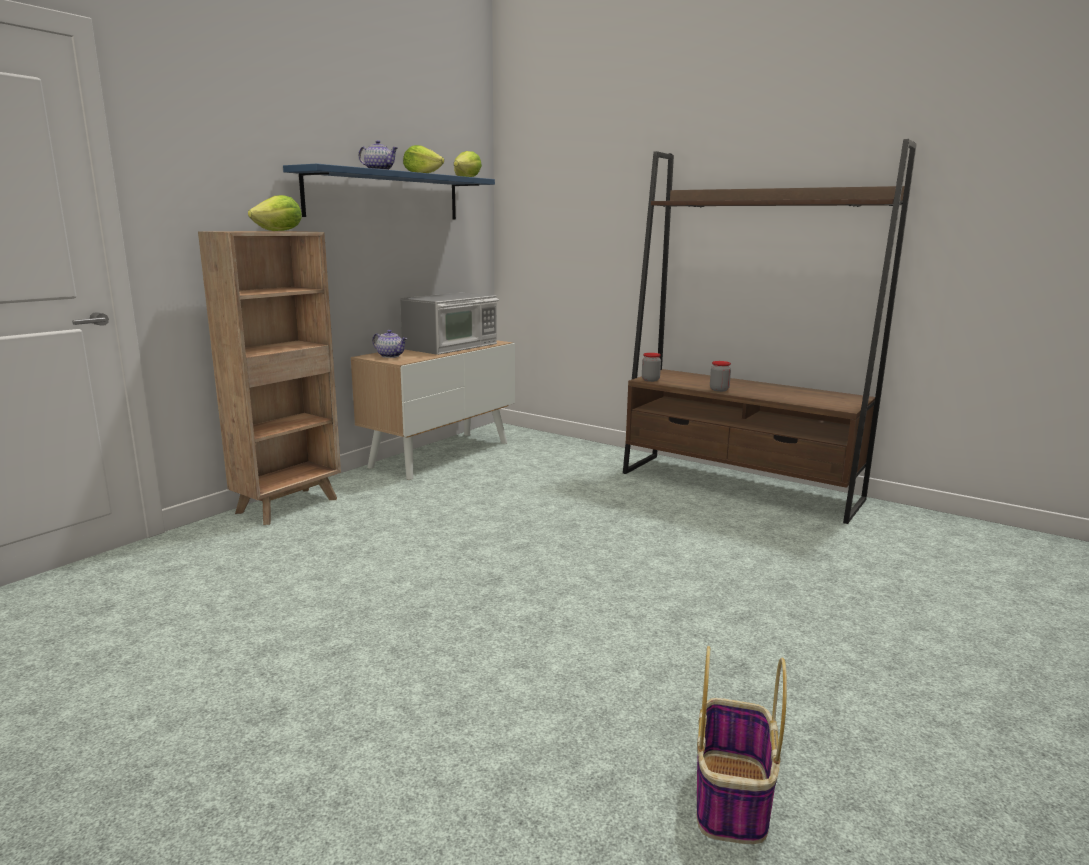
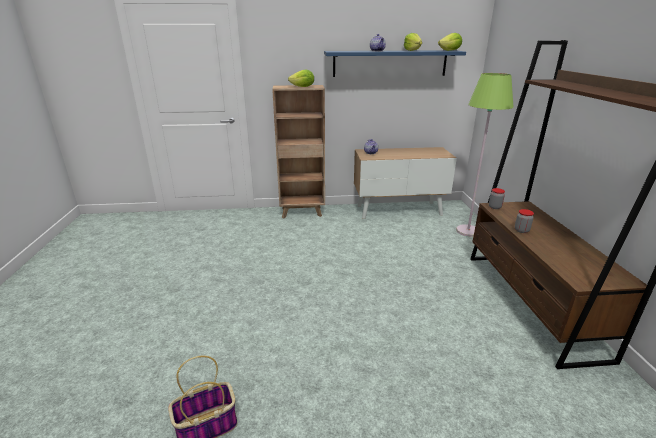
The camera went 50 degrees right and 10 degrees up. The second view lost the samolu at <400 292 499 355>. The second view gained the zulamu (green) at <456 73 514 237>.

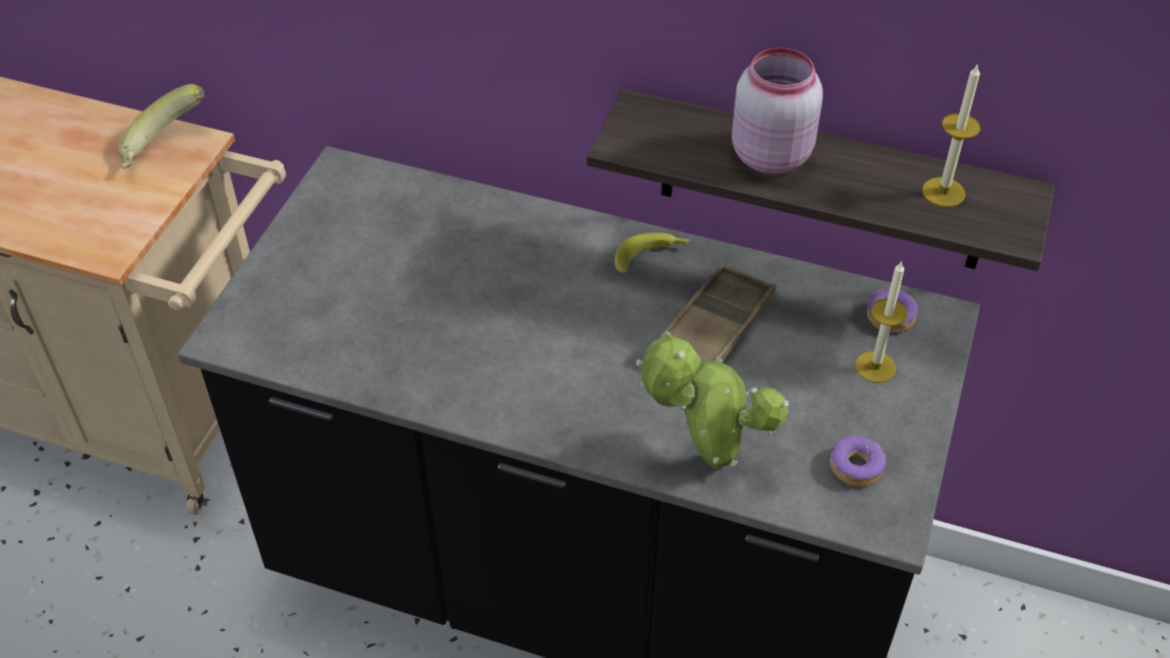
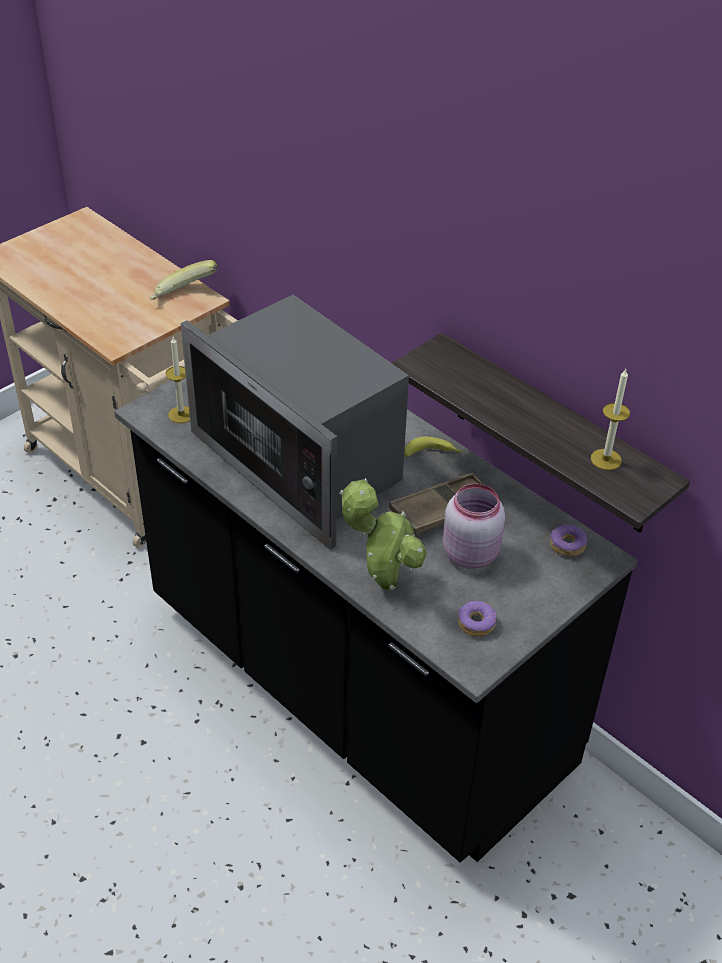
The camera went 25 degrees right and 5 degrees down. The second view gained the samolu at <181 295 409 550>. The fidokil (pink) ended up elsewhere, having gone from <732 47 823 174> to <443 484 505 569>. The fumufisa ended up elsewhere, having gone from <855 261 907 383> to <165 337 190 423>.

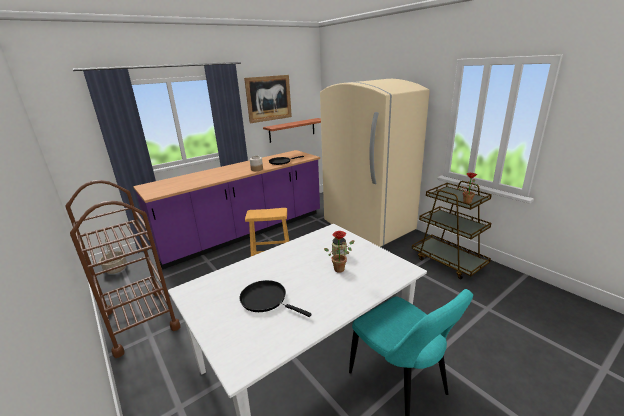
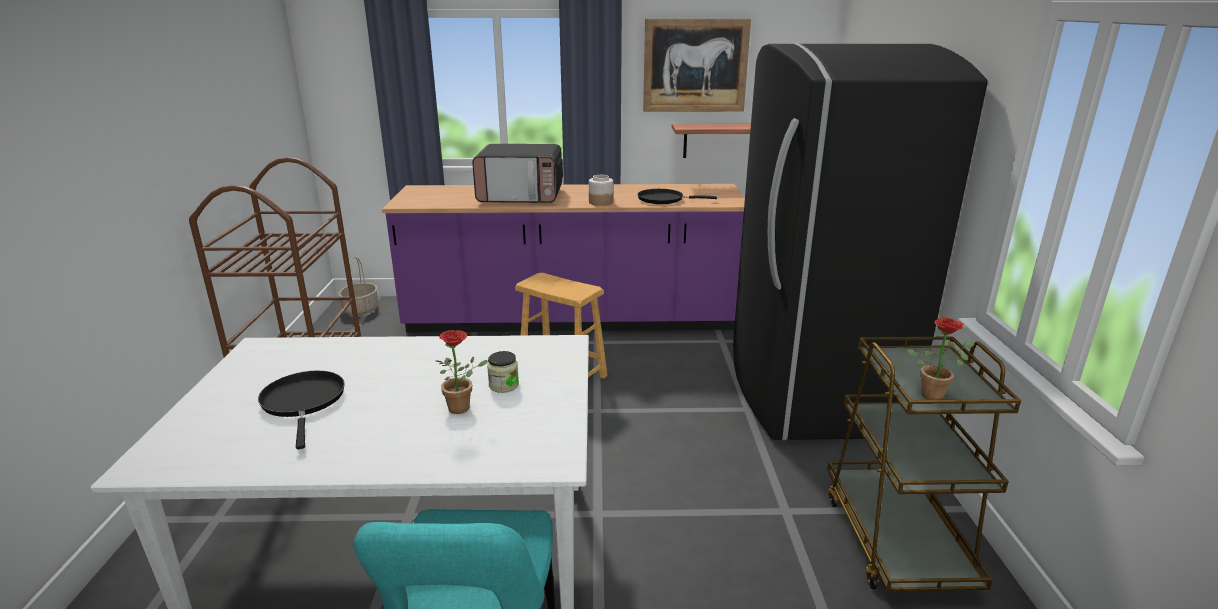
The camera went 35 degrees right and 0 degrees up. The second view gained the samolu at <472 144 563 203>. What was the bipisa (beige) at <320 79 430 247> turned into the bipisa (black) at <733 43 988 441>.

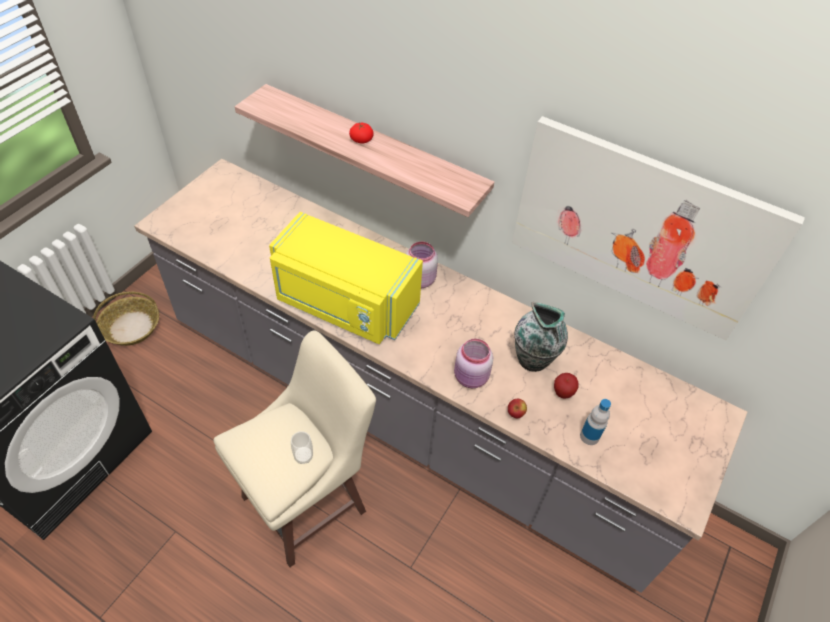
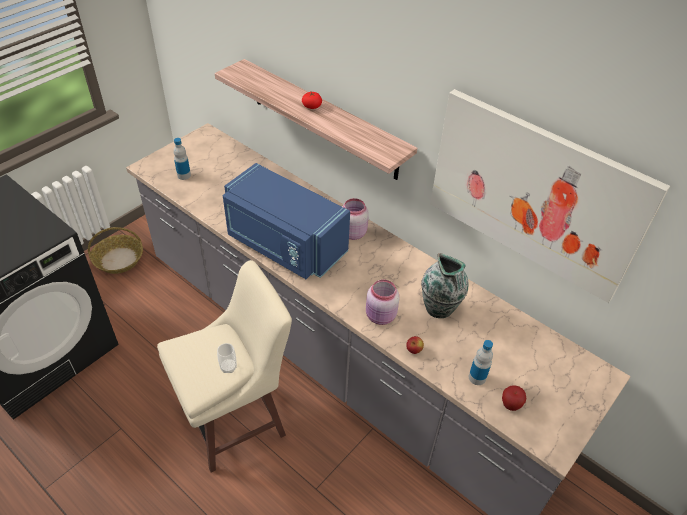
The camera went 10 degrees right and 5 degrees down. The second view gained the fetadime at <173 138 191 180>. The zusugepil ended up elsewhere, having gone from <554 373 579 399> to <502 385 526 411>. What was the samolu (yellow) at <269 212 423 344> turned into the samolu (blue) at <223 163 350 279>.

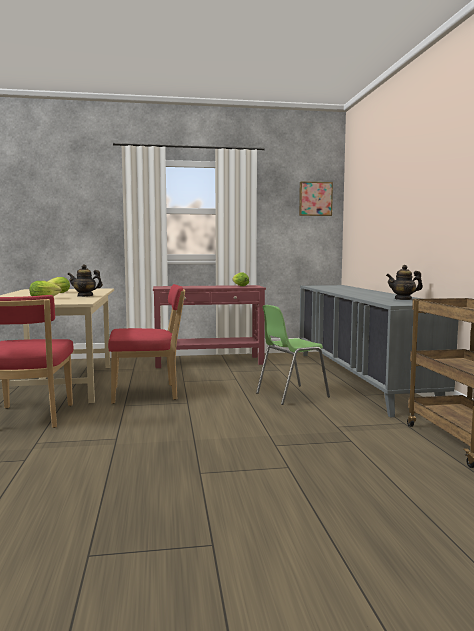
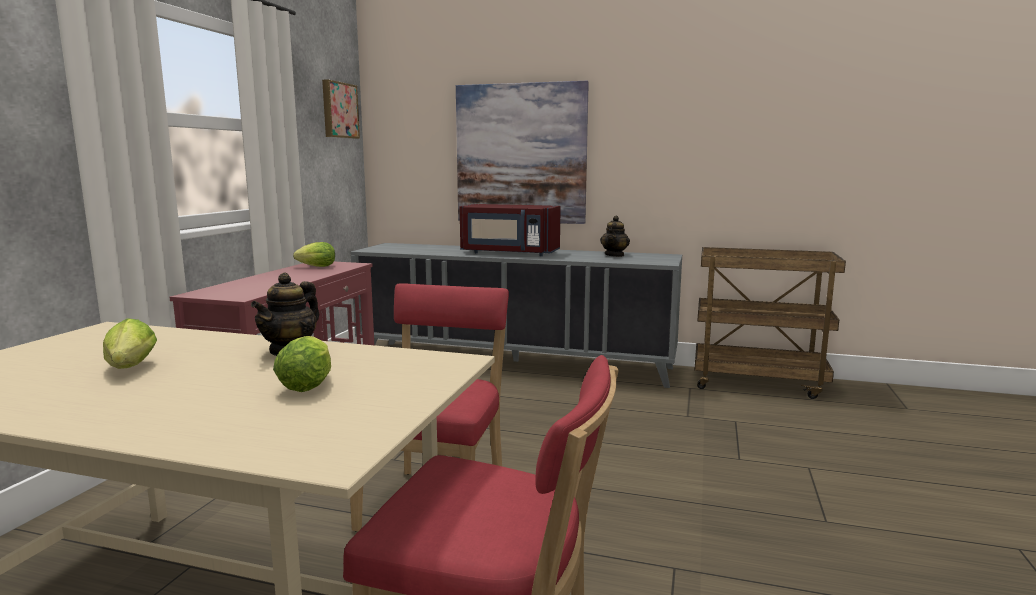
The camera went 65 degrees left and 5 degrees up. The second view lost the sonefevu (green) at <256 305 330 405>. The second view gained the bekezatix at <456 81 589 224>. The second view gained the samolu (red) at <460 204 561 256>.

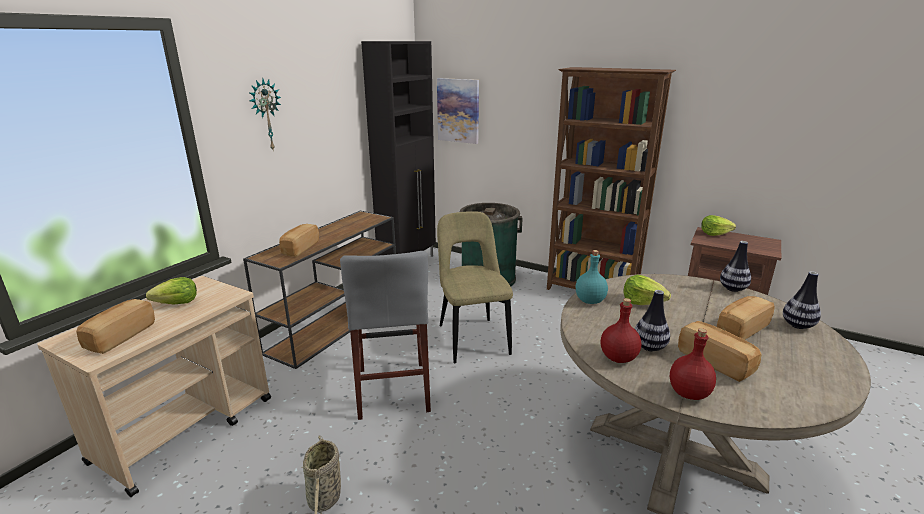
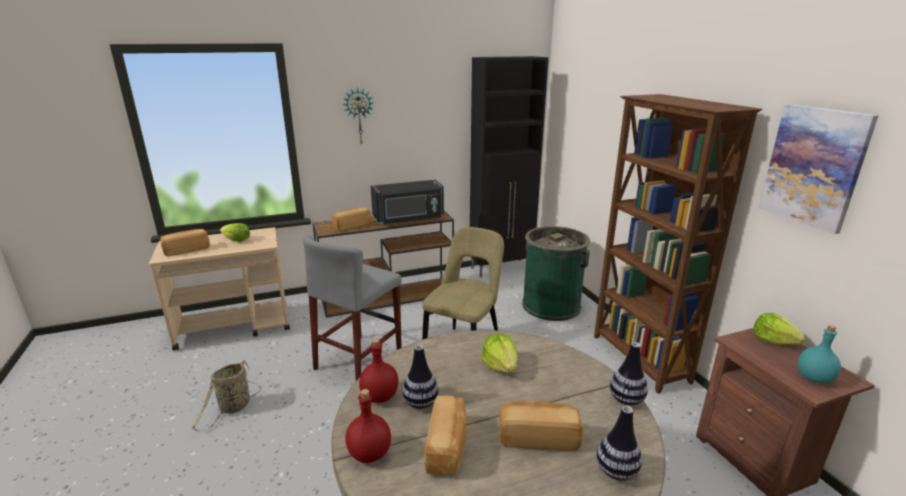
The camera went 40 degrees right and 0 degrees up. The second view gained the samolu (black) at <371 180 444 224>. The bekezatix ended up elsewhere, having gone from <437 78 479 144> to <759 104 879 234>. The fetadime (turquoise) ended up elsewhere, having gone from <576 250 608 304> to <798 325 841 384>.

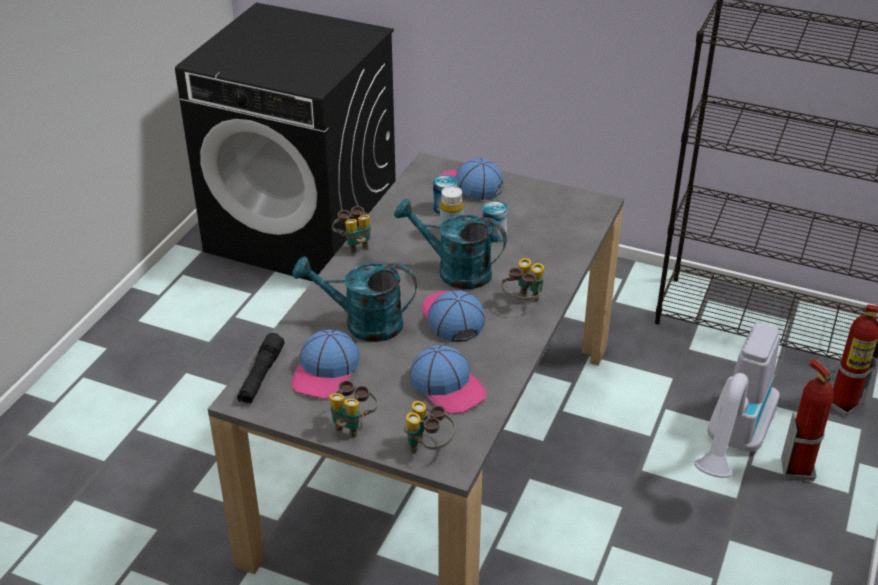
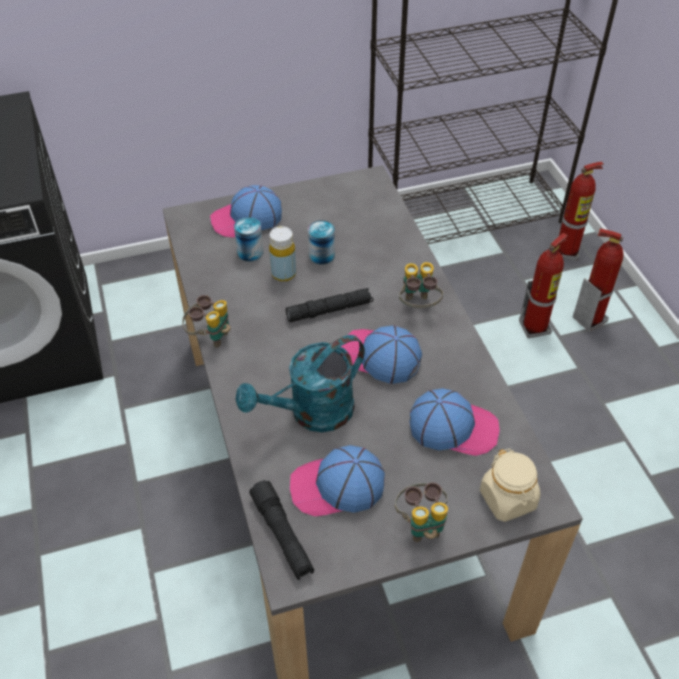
The camera went 40 degrees left and 10 degrees up. Where the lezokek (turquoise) stood at <394 199 507 289>, the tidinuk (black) came to stand at <286 288 373 322>. Where the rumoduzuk stood at <404 401 455 454>, the fidokil (beige) came to stand at <480 449 541 522>. Where the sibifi stood at <694 323 780 478>, the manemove came to stand at <519 233 568 338>. The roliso at <292 329 359 399> ended up facing another way, 105 degrees clockwise from before.

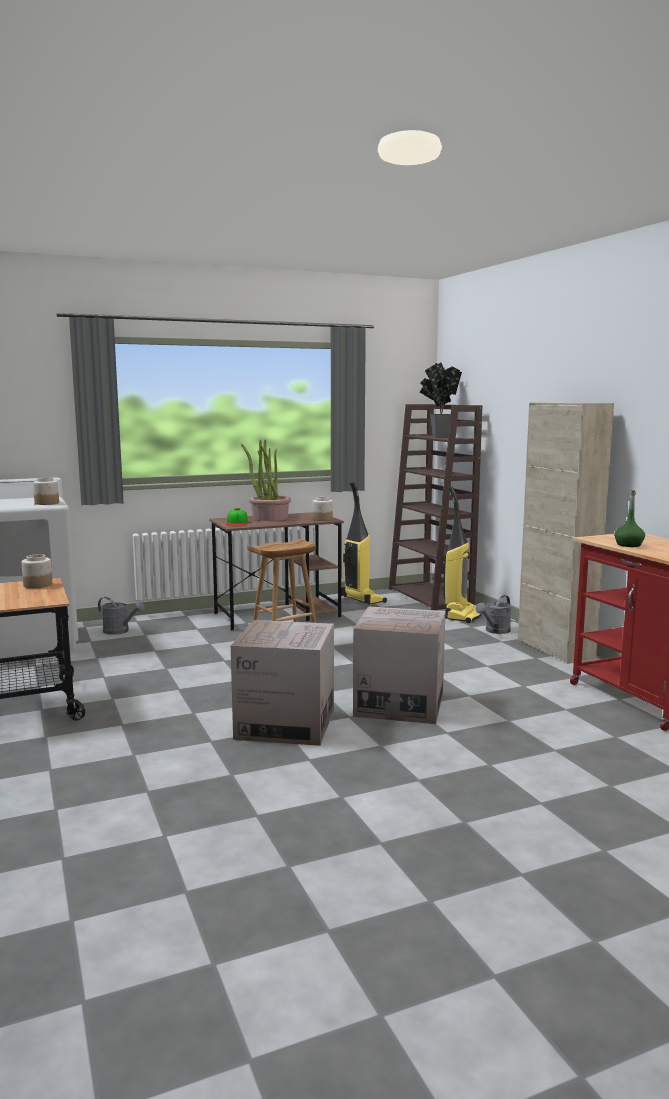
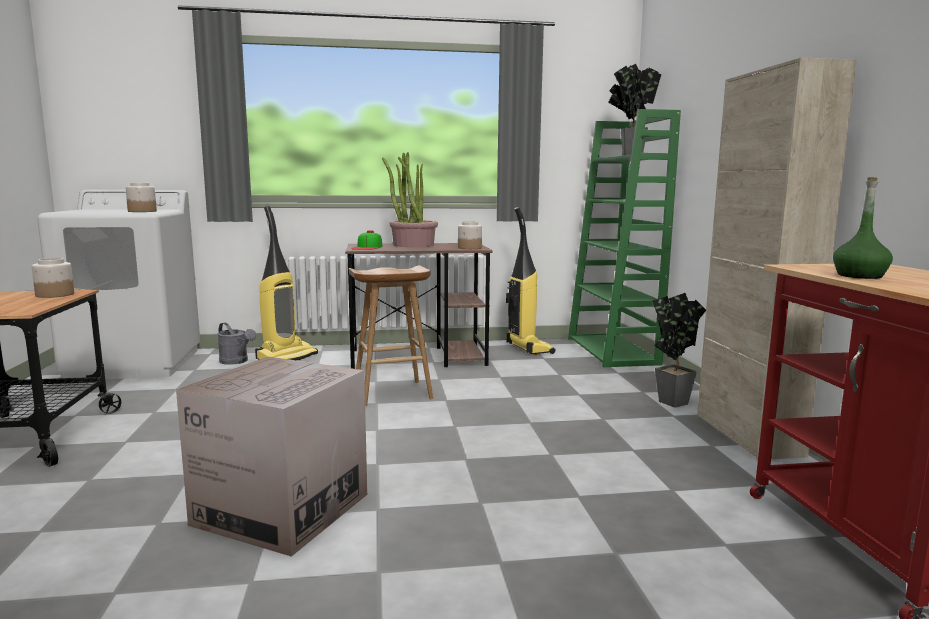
The camera went 15 degrees right and 0 degrees up. The second view lost the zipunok at <353 606 445 724>. The sibifi ended up elsewhere, having gone from <441 486 482 623> to <255 206 318 360>. Where the lezokek (grey) stood at <476 595 511 634>, the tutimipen came to stand at <652 293 706 408>. What was the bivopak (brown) at <388 404 482 610> turned into the bivopak (green) at <568 109 681 367>.

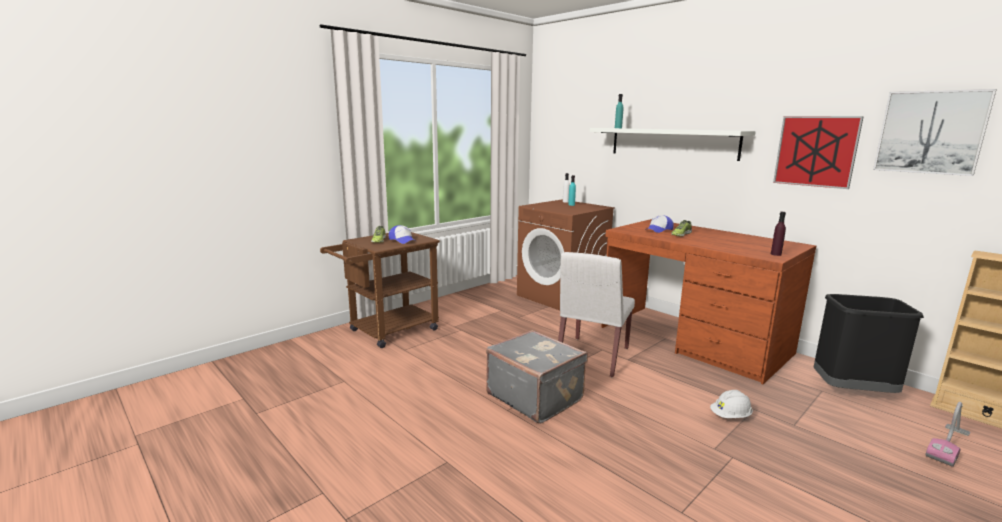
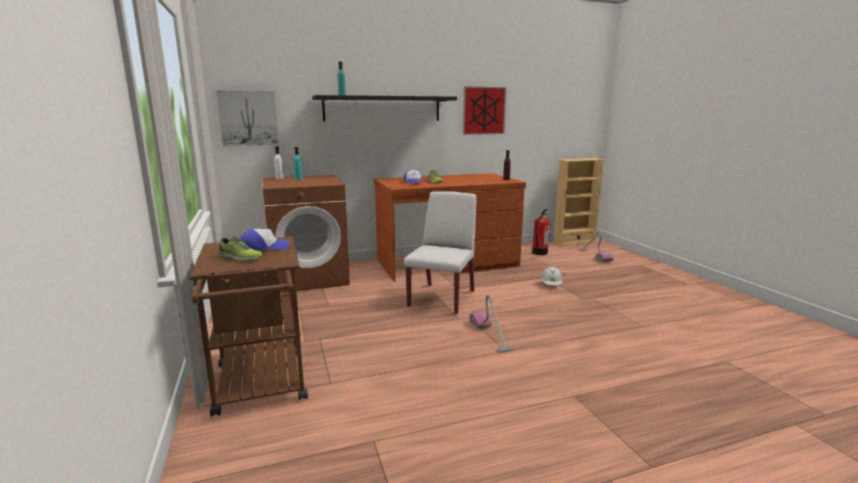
The camera went 65 degrees left and 0 degrees up. The bekezatix ended up elsewhere, having gone from <873 89 997 176> to <215 90 279 147>. Where the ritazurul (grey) stood at <486 330 588 424>, the sibifi came to stand at <470 294 514 353>. Where the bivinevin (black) stood at <814 294 924 393>, the manemove came to stand at <532 209 550 255>. What was the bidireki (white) at <590 128 756 161> turned into the bidireki (black) at <312 95 457 122>. The sonefevu (white) at <558 252 635 377> ended up facing another way, 120 degrees counterclockwise from before.

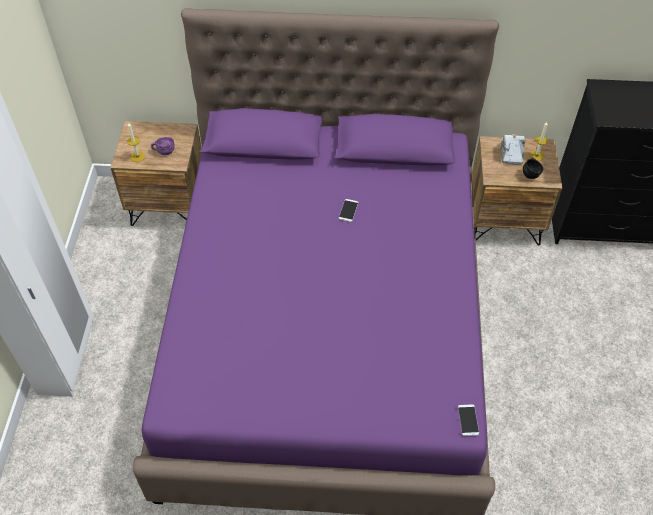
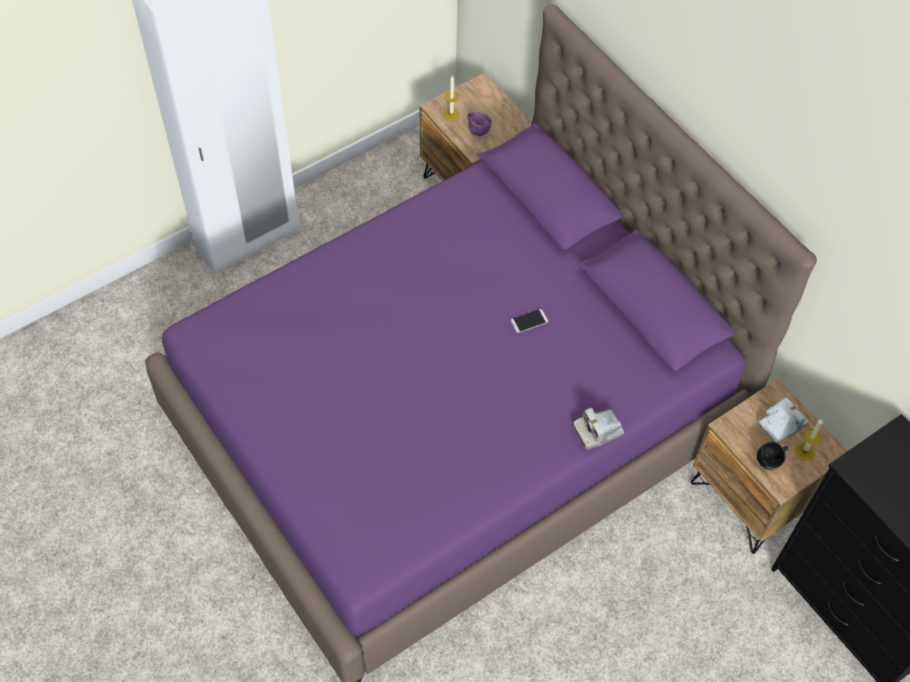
The camera went 50 degrees right and 5 degrees up. The second view lost the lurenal at <458 404 479 436>. The second view gained the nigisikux at <573 408 624 450>.

